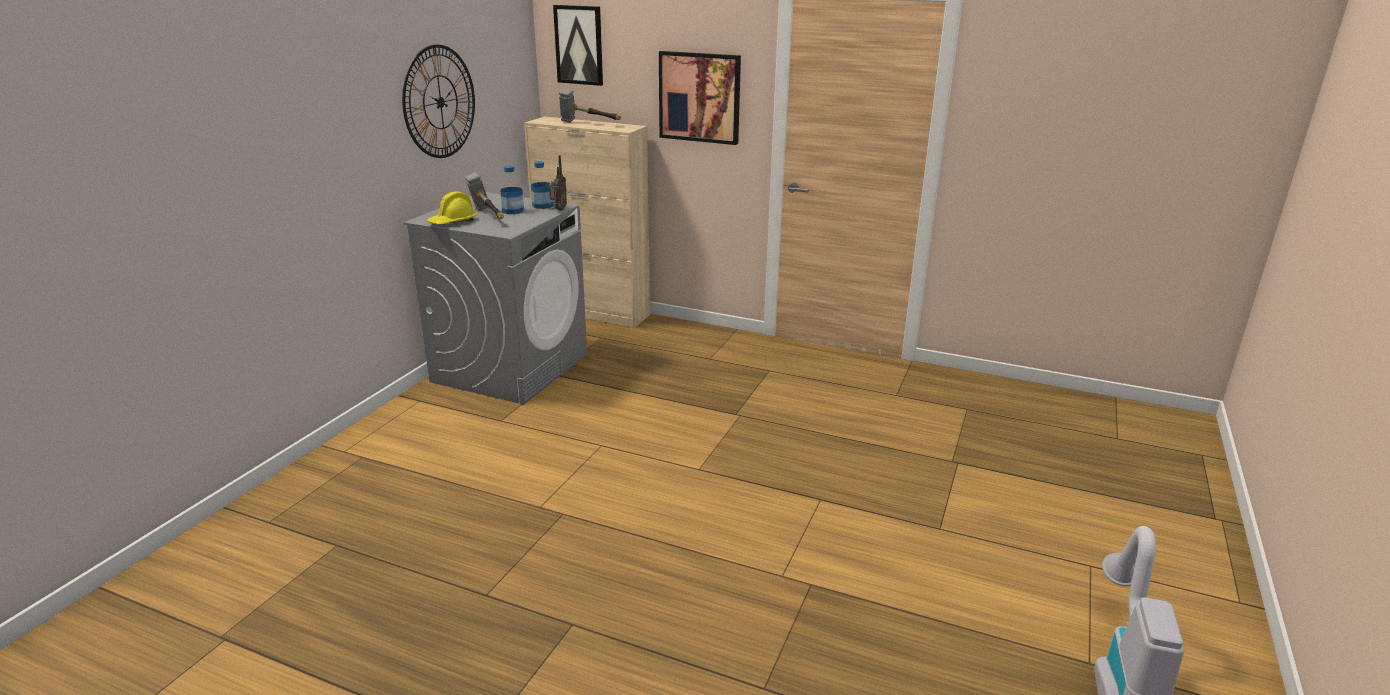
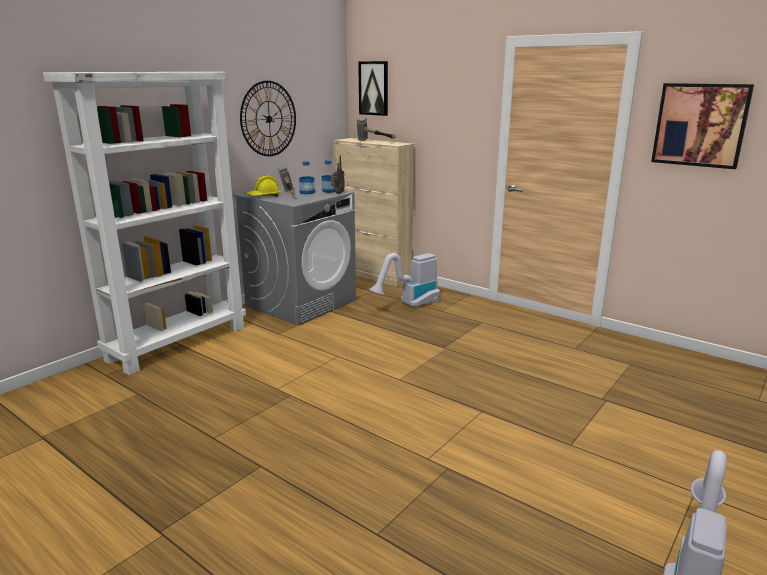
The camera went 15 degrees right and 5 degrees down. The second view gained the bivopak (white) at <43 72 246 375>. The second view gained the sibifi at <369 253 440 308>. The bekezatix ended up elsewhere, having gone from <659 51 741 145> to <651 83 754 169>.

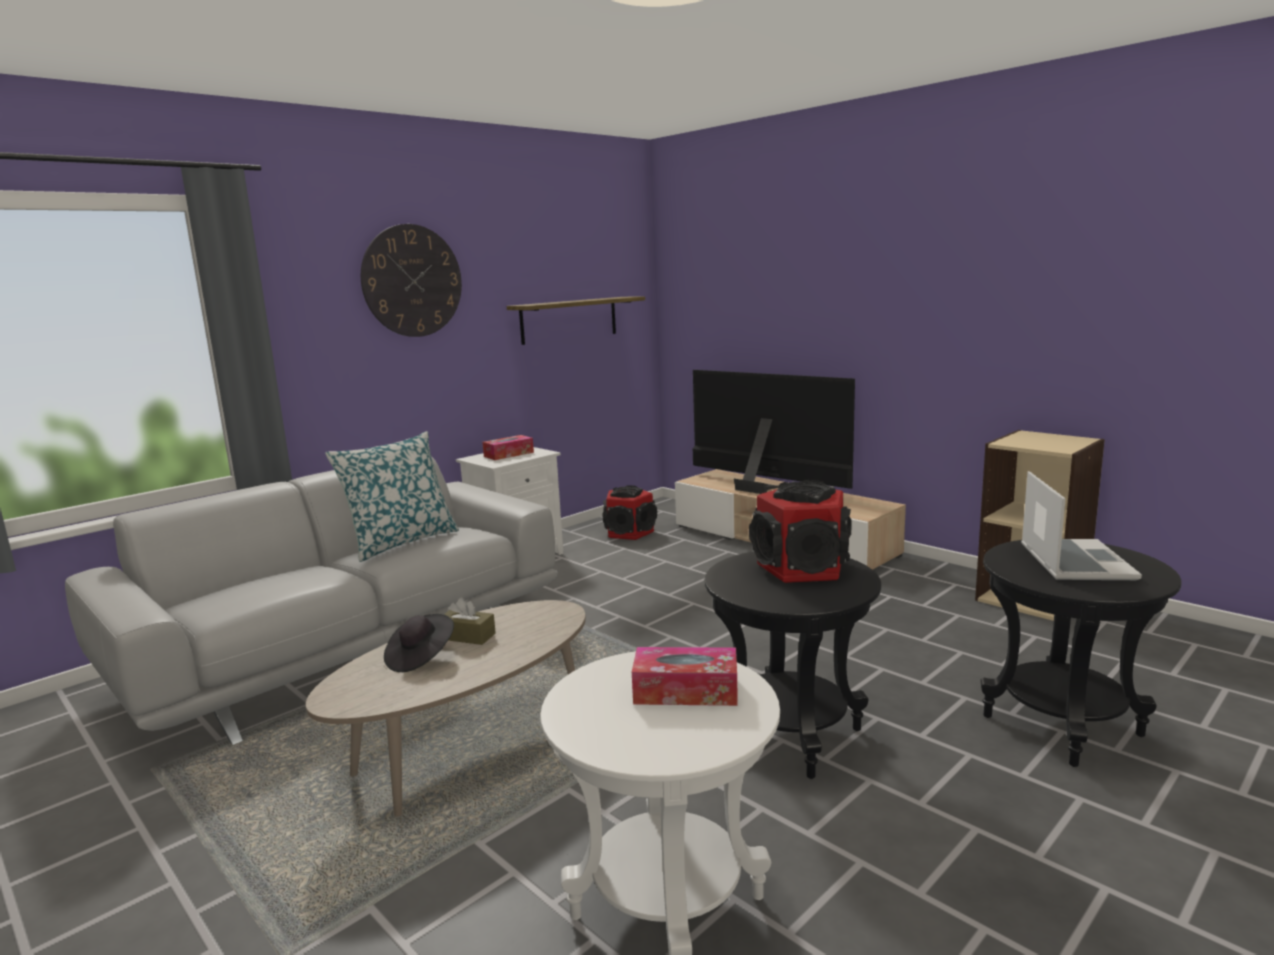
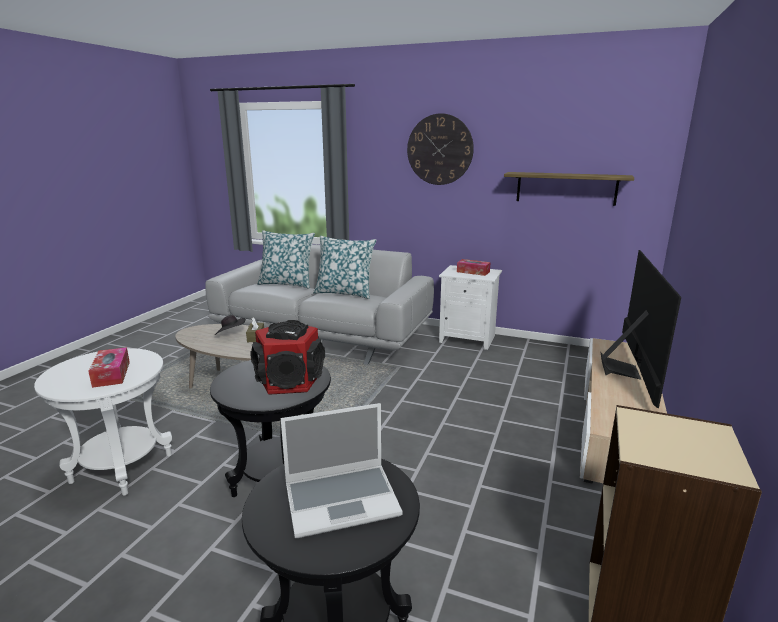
The camera went 65 degrees right and 5 degrees up. The second view lost the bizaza at <603 485 657 540>. The second view gained the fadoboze at <257 230 315 289>.

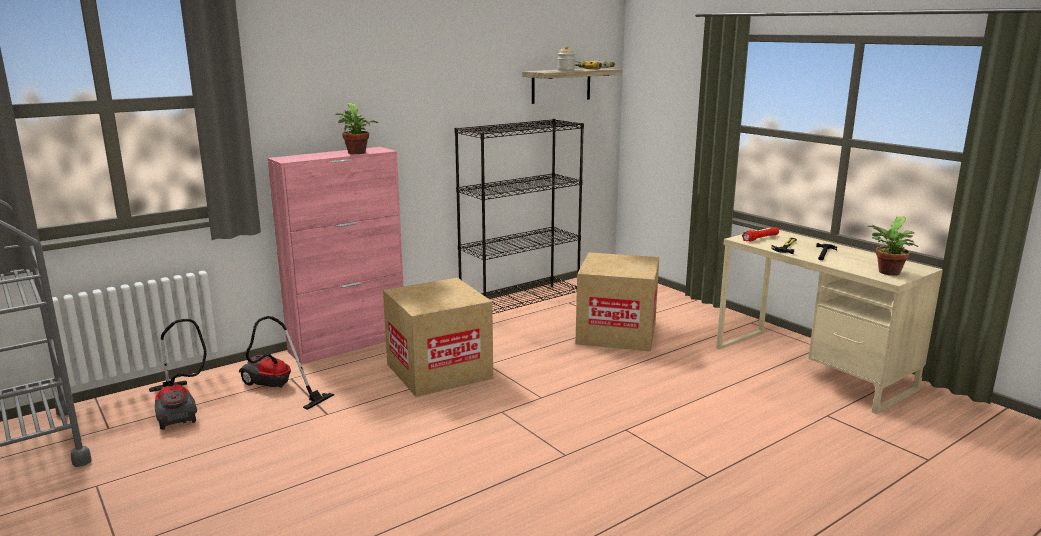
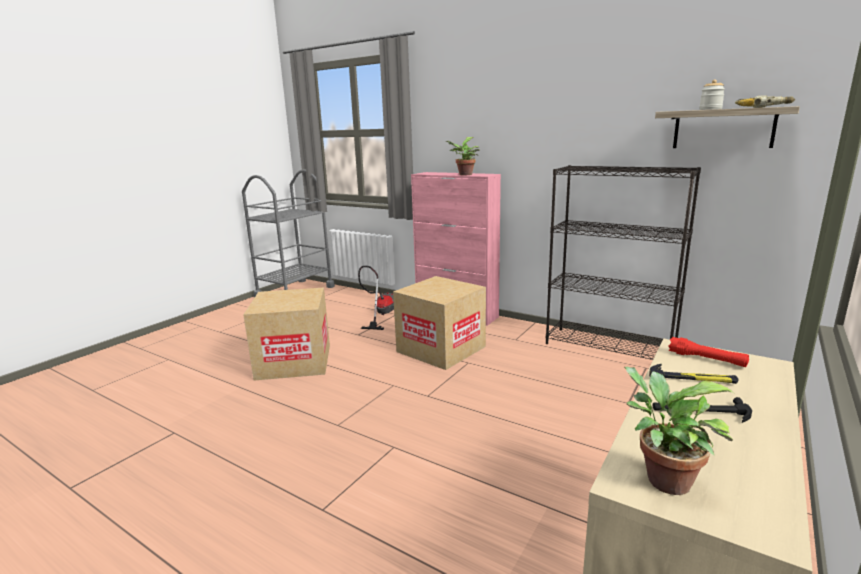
The camera went 70 degrees right and 0 degrees up. The second view lost the sibifi at <149 319 206 430>. The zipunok ended up elsewhere, having gone from <575 252 659 351> to <243 287 330 381>.

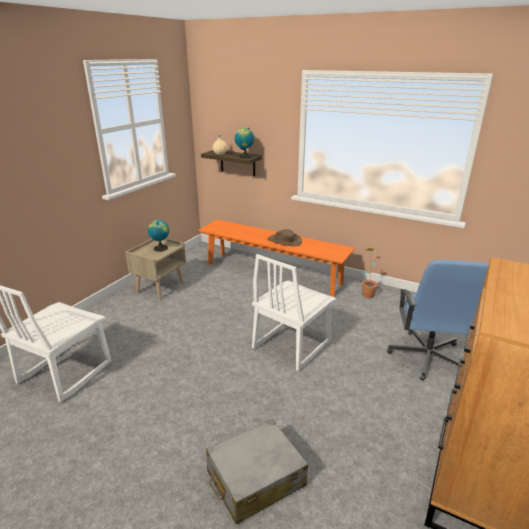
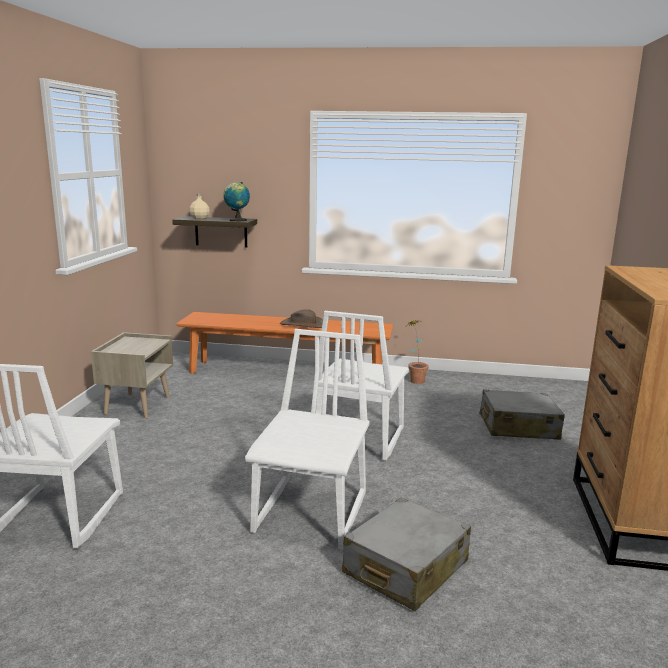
The camera went 20 degrees left and 10 degrees down. The second view lost the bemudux at <148 220 169 252>. The second view gained the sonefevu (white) at <245 329 370 549>. Where the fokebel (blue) stood at <387 260 489 381>, the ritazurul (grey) came to stand at <479 389 565 440>.

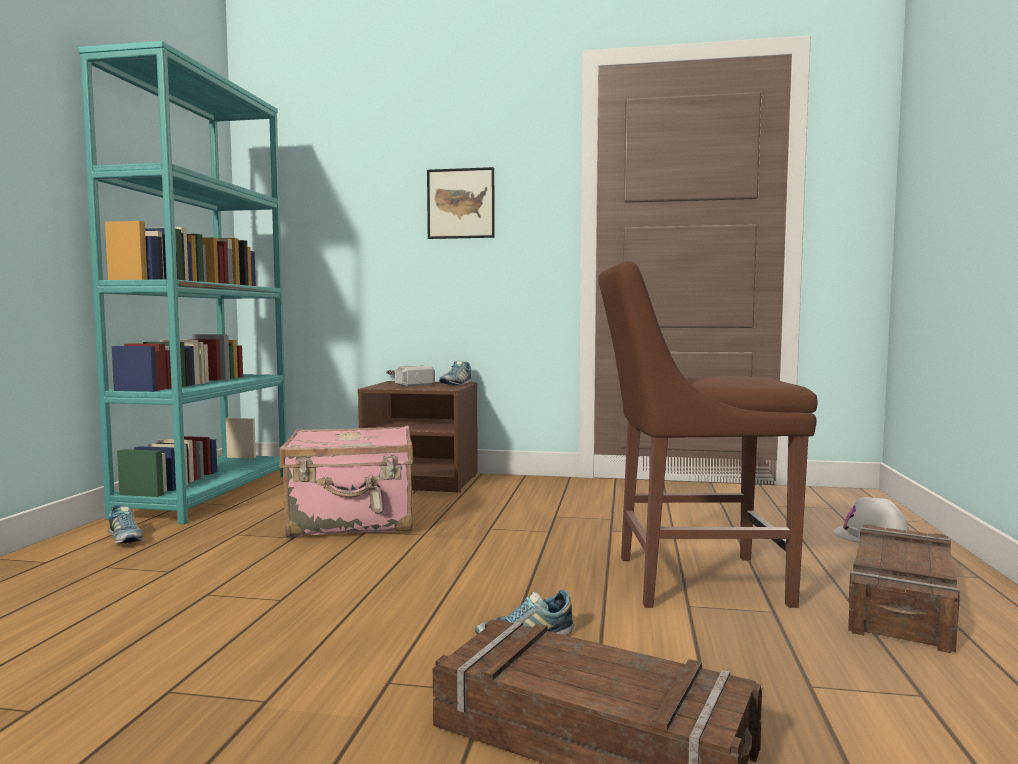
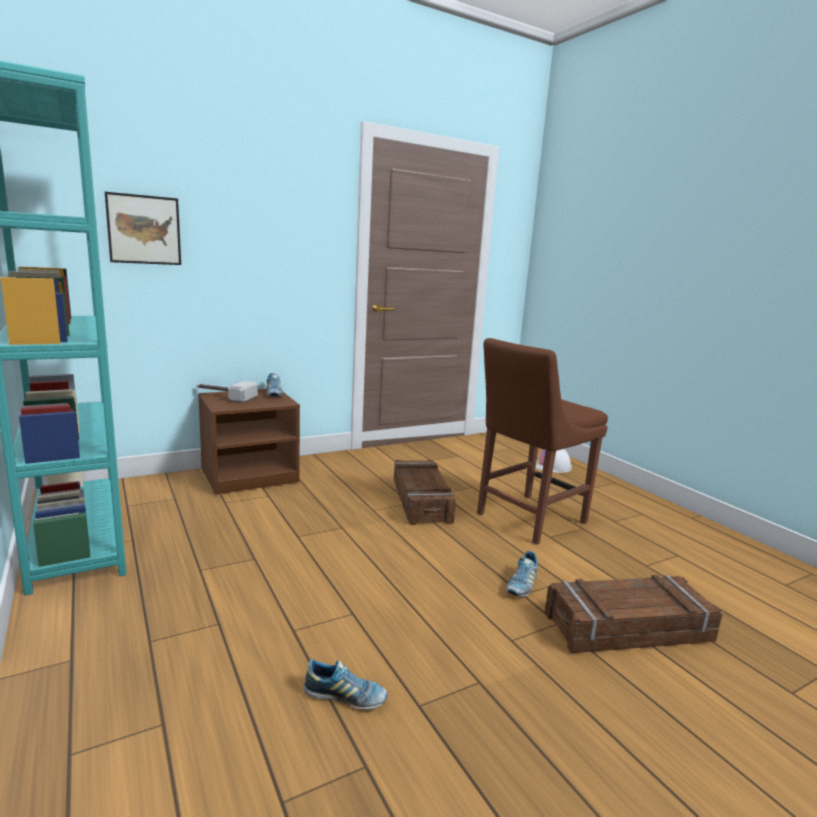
The camera went 40 degrees left and 10 degrees up. The second view lost the ritazurul (pink) at <279 426 413 537>. The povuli ended up elsewhere, having gone from <108 504 143 544> to <303 659 388 709>. The bekezatix ended up elsewhere, having gone from <427 167 494 239> to <105 192 181 265>. The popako ended up elsewhere, having gone from <848 524 960 653> to <394 460 456 525>.

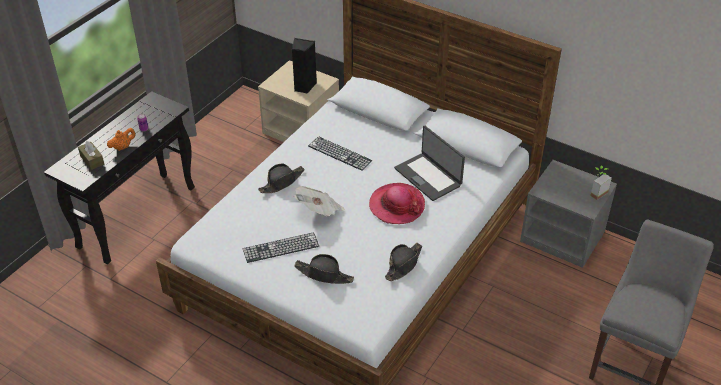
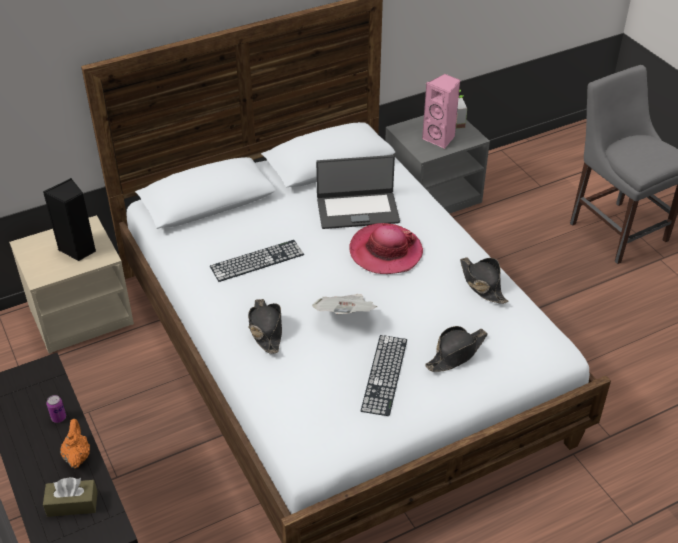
The camera went 60 degrees left and 0 degrees up. The second view gained the bizaza (pink) at <422 74 461 149>.

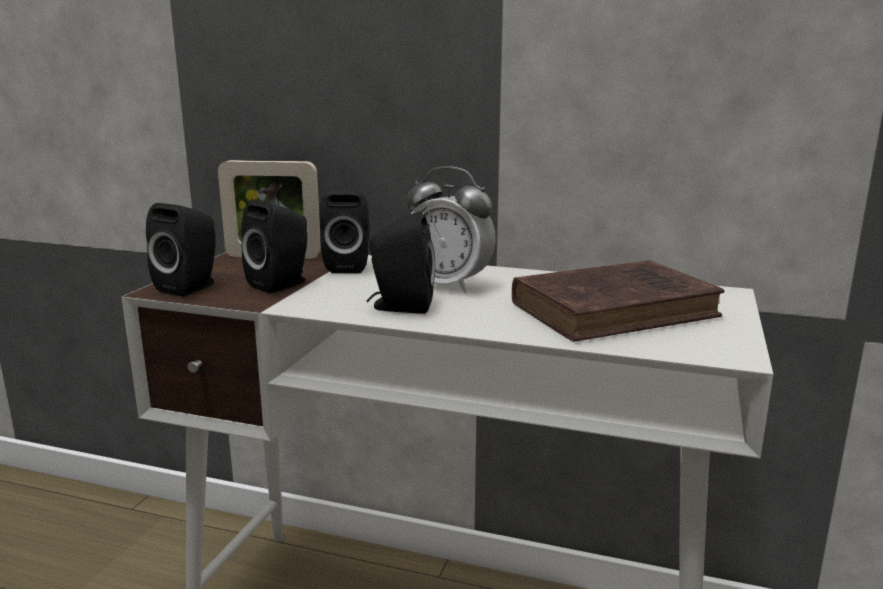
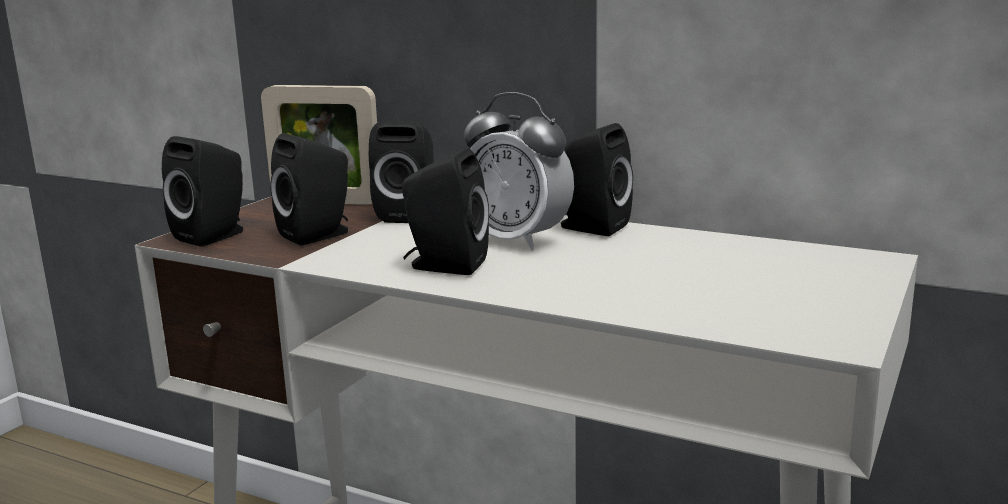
The camera went 10 degrees right and 0 degrees up. The second view lost the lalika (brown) at <512 260 725 342>. The second view gained the bizaza (black) at <561 123 633 236>.

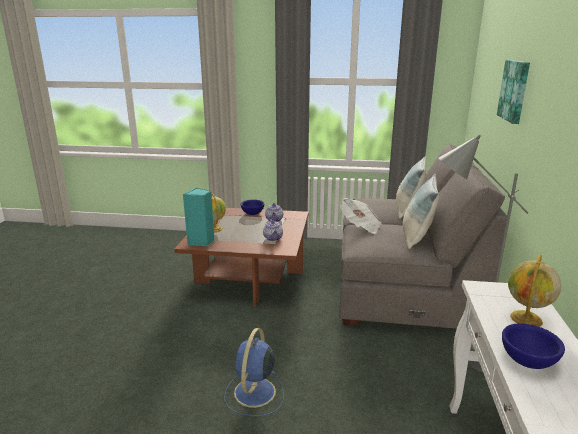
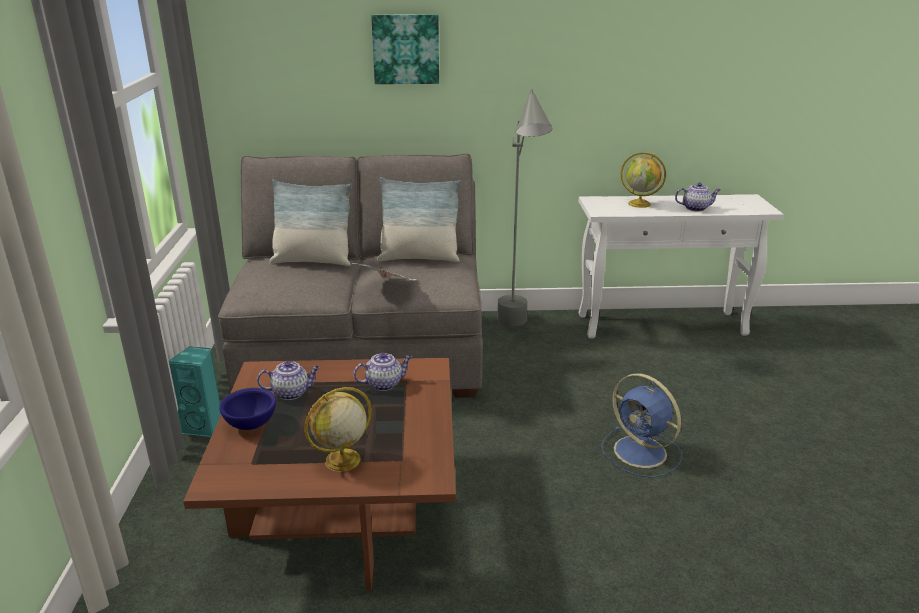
The camera went 100 degrees left and 5 degrees up. The bizaza (turquoise) ended up elsewhere, having gone from <183 188 215 247> to <169 346 221 437>. Where the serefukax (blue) stood at <502 323 565 369>, the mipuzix came to stand at <675 183 721 212>. The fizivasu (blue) at <224 328 284 416> ended up facing another way, 45 degrees clockwise from before.

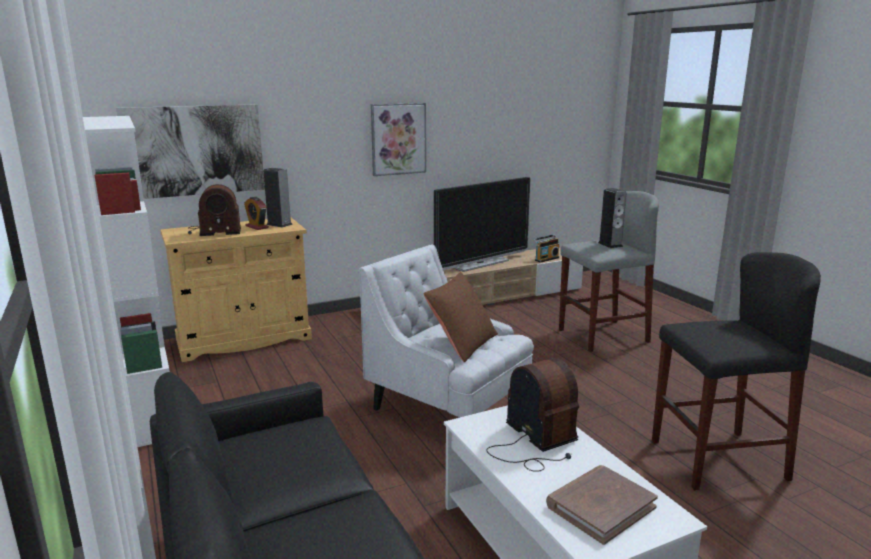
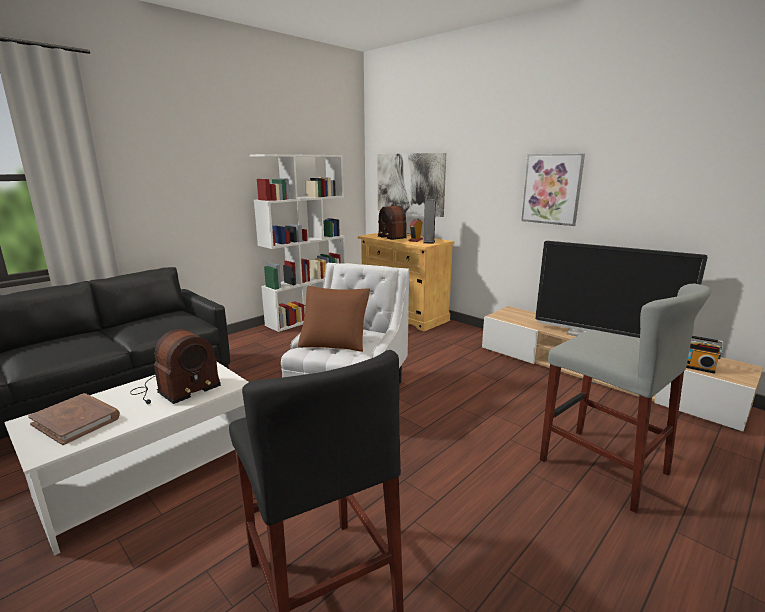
The camera went 70 degrees right and 0 degrees up. The second view lost the bizaza at <598 188 626 248>.

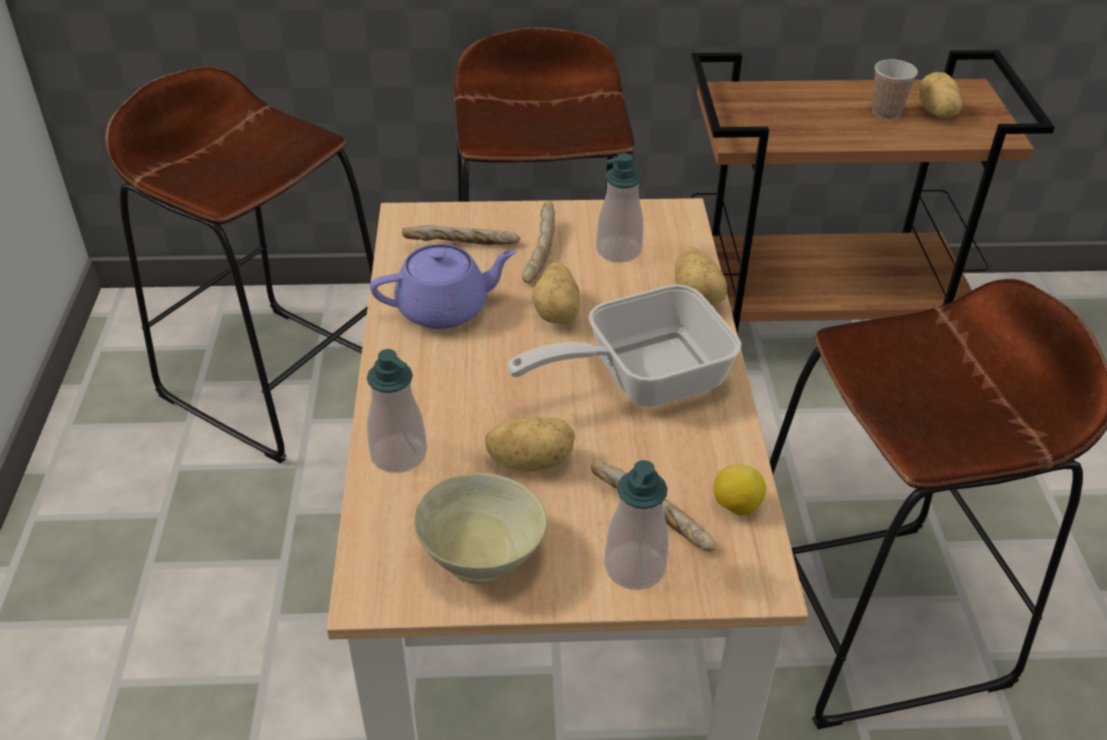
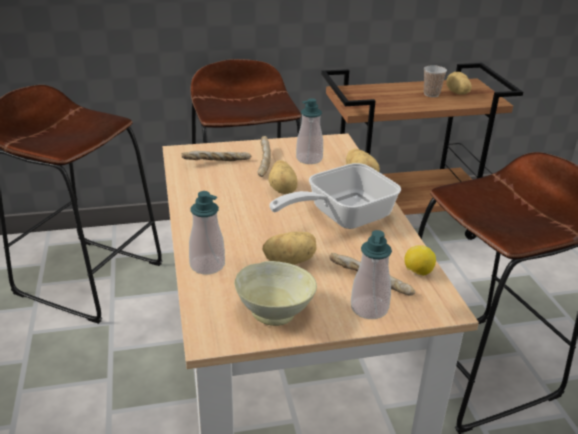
The camera went 10 degrees left and 10 degrees down. The second view lost the mipuzix (purple) at <370 244 517 329>.

